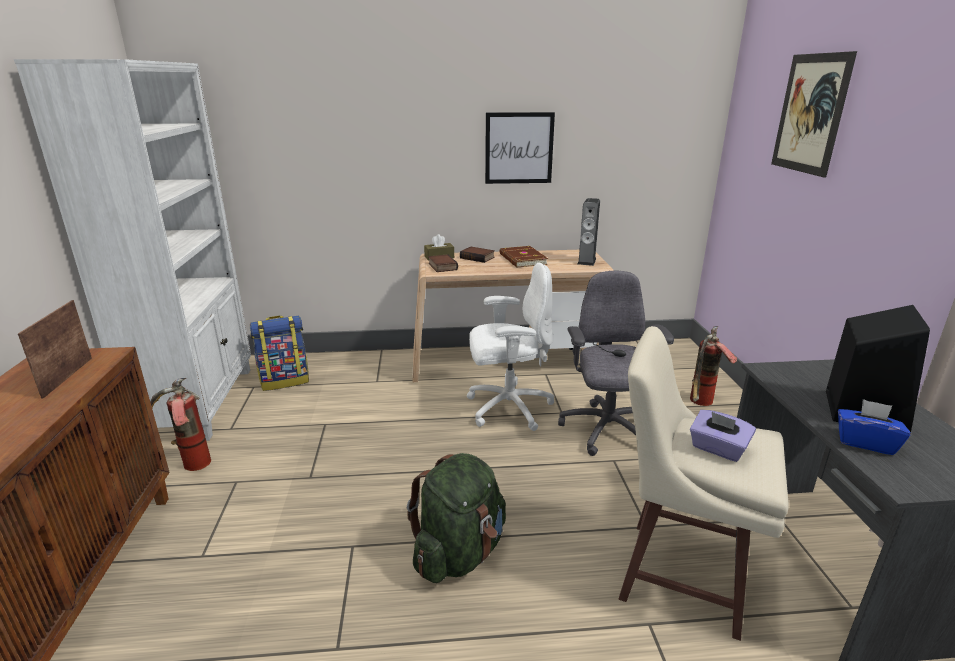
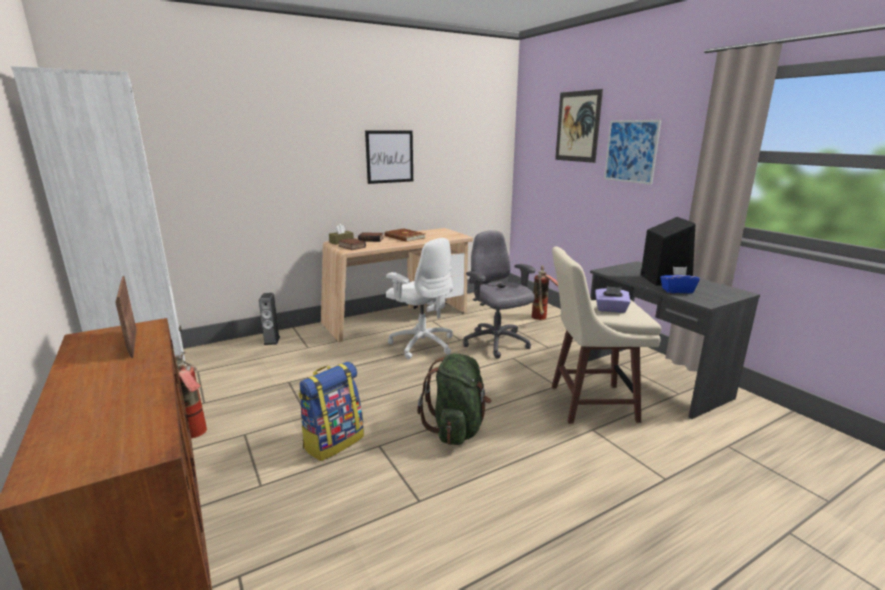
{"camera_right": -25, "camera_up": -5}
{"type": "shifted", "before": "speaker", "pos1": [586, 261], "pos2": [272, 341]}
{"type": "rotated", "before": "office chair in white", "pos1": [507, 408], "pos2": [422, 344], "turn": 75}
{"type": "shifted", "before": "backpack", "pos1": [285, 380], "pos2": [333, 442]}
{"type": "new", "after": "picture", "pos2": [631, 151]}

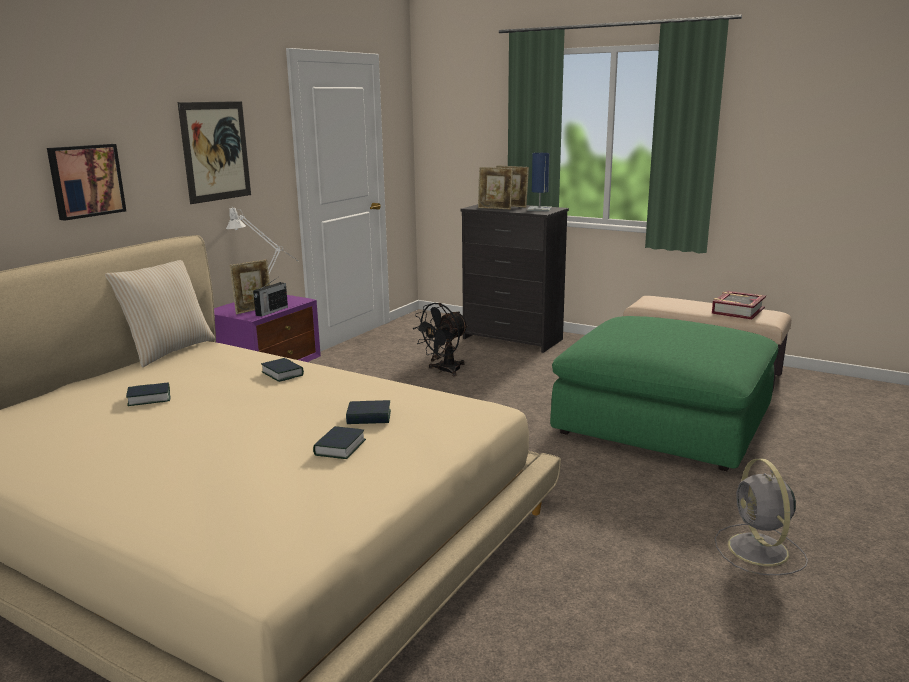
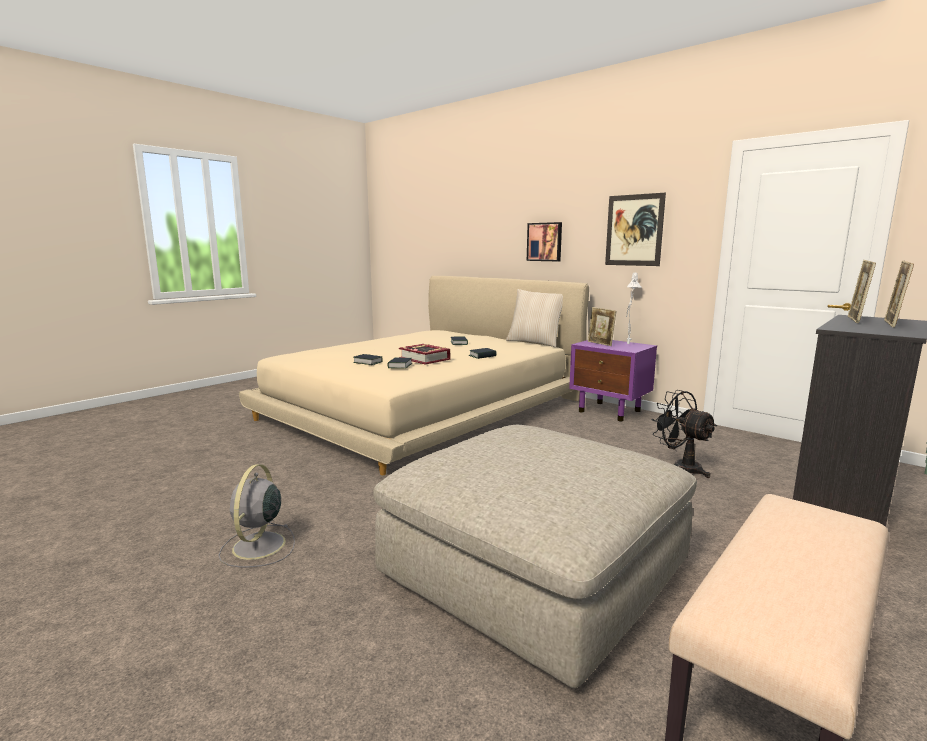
{"camera_right": 100, "camera_up": -5}
{"type": "gone", "before": "table lamp in blue", "pos1": [539, 209]}
{"type": "gone", "before": "radio", "pos1": [271, 311]}
{"type": "shifted", "before": "book", "pos1": [737, 310], "pos2": [425, 359]}
{"type": "repainted", "before": "ottoman in green", "after": "ottoman in beige", "pos1": [663, 421], "pos2": [535, 570]}
{"type": "rotated", "before": "fan in grey", "pos1": [759, 551], "pos2": [258, 547], "turn": -90}

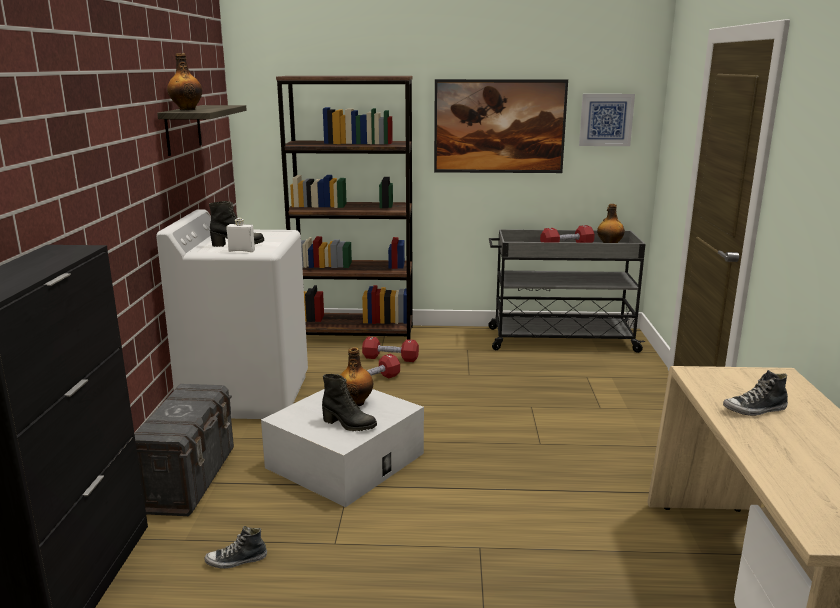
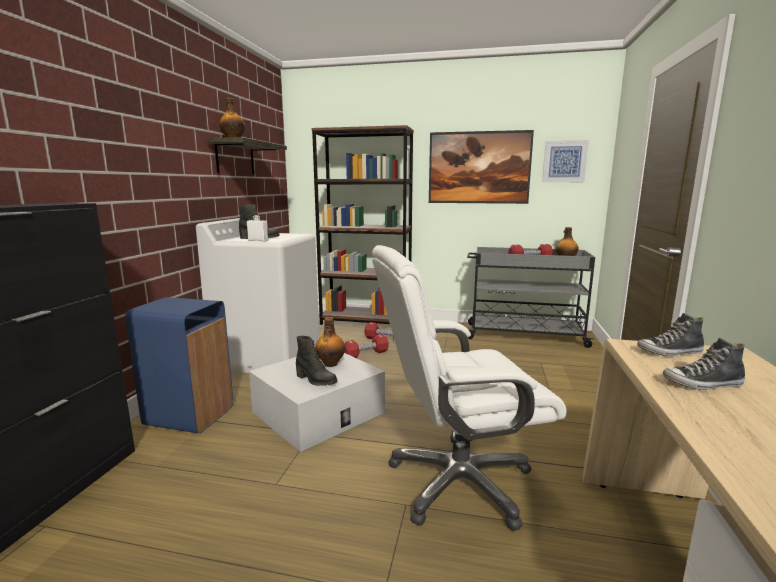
{"camera_right": 10, "camera_up": -5}
{"type": "swapped", "before": "storage box in grey", "after": "trash can in blue", "pos1": [188, 479], "pos2": [189, 415]}
{"type": "shifted", "before": "shoe", "pos1": [236, 560], "pos2": [670, 352]}
{"type": "new", "after": "office chair in white", "pos2": [458, 482]}

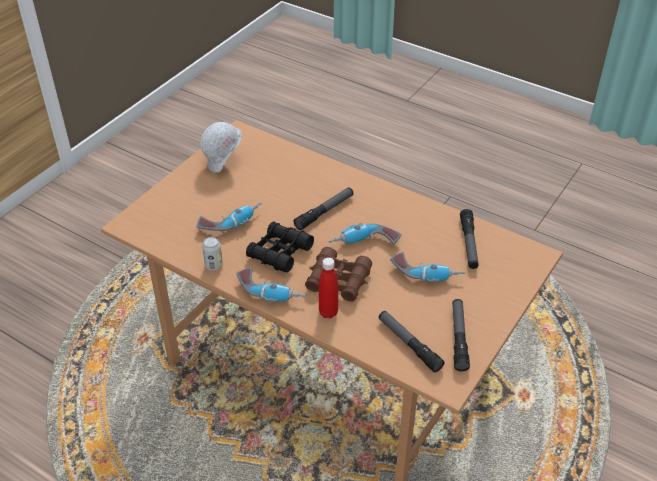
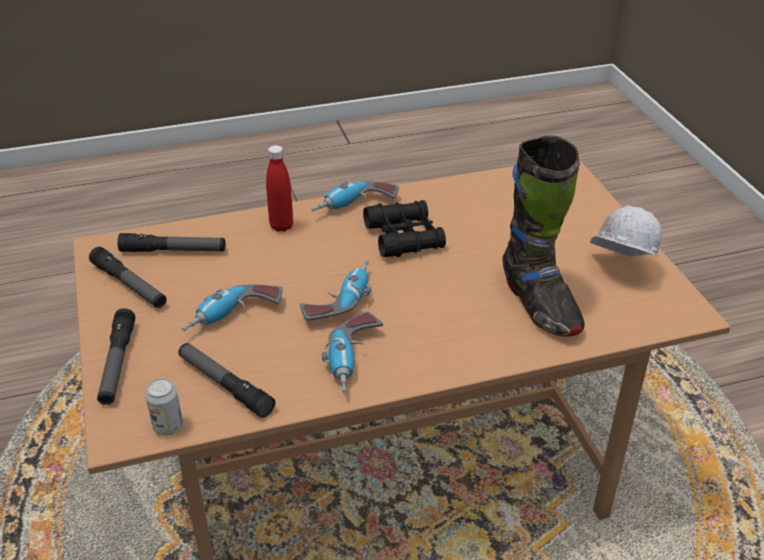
{"camera_right": 130, "camera_up": -5}
{"type": "shifted", "before": "flashlight", "pos1": [324, 212], "pos2": [117, 363]}
{"type": "shifted", "before": "power drill", "pos1": [230, 222], "pos2": [354, 361]}
{"type": "shifted", "before": "can", "pos1": [214, 265], "pos2": [168, 426]}
{"type": "gone", "before": "binoculars in brown", "pos1": [338, 280]}
{"type": "new", "after": "boot in black", "pos2": [539, 305]}

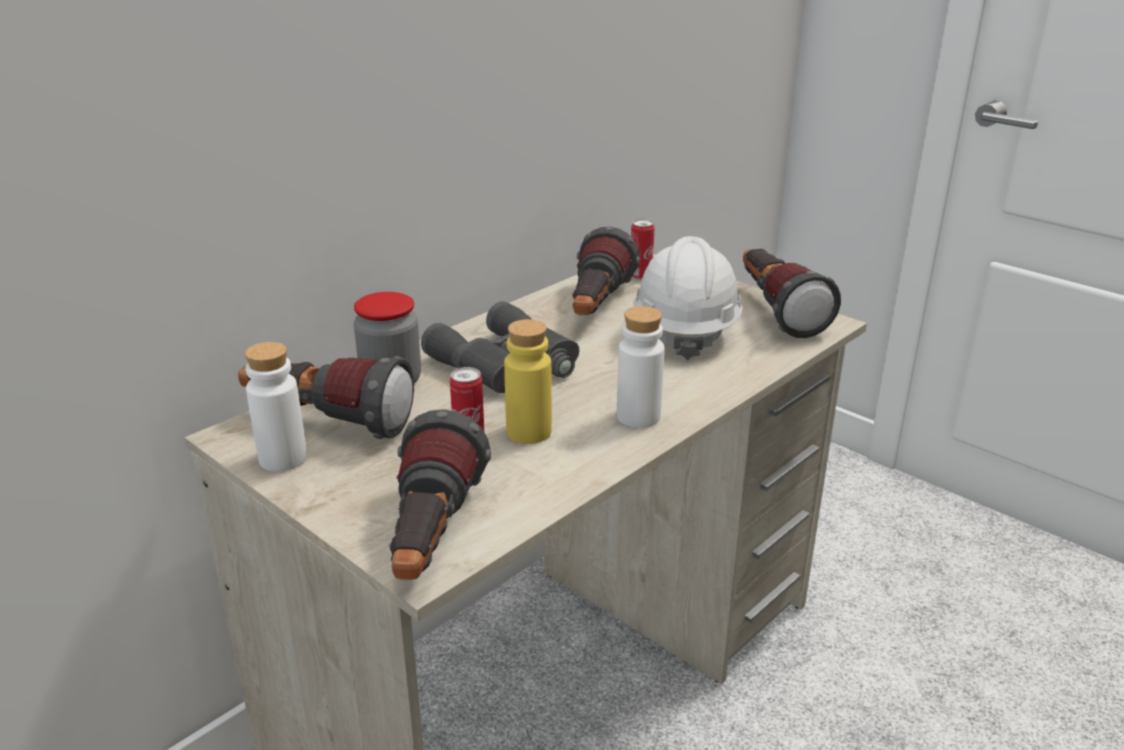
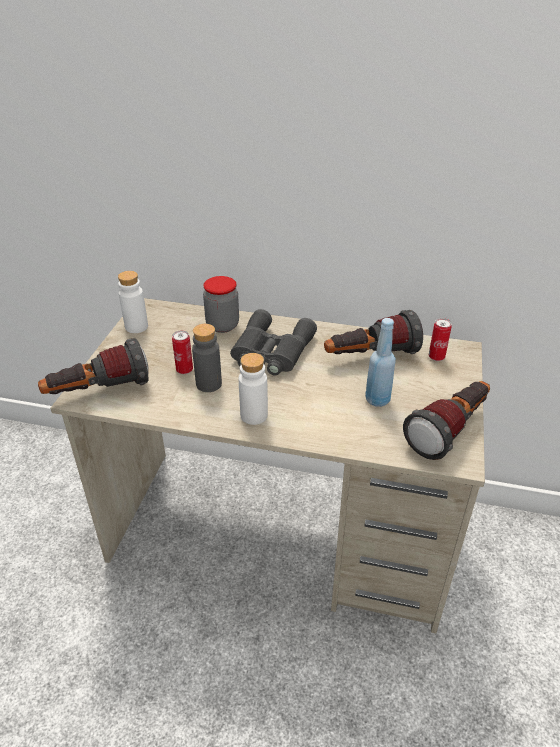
{"camera_right": 60, "camera_up": 10}
{"type": "swapped", "before": "hard hat in white", "after": "bottle in blue", "pos1": [685, 331], "pos2": [377, 399]}
{"type": "repainted", "before": "bottle in yellow", "after": "bottle in grey", "pos1": [529, 432], "pos2": [209, 384]}
{"type": "gone", "before": "flashlight", "pos1": [327, 422]}

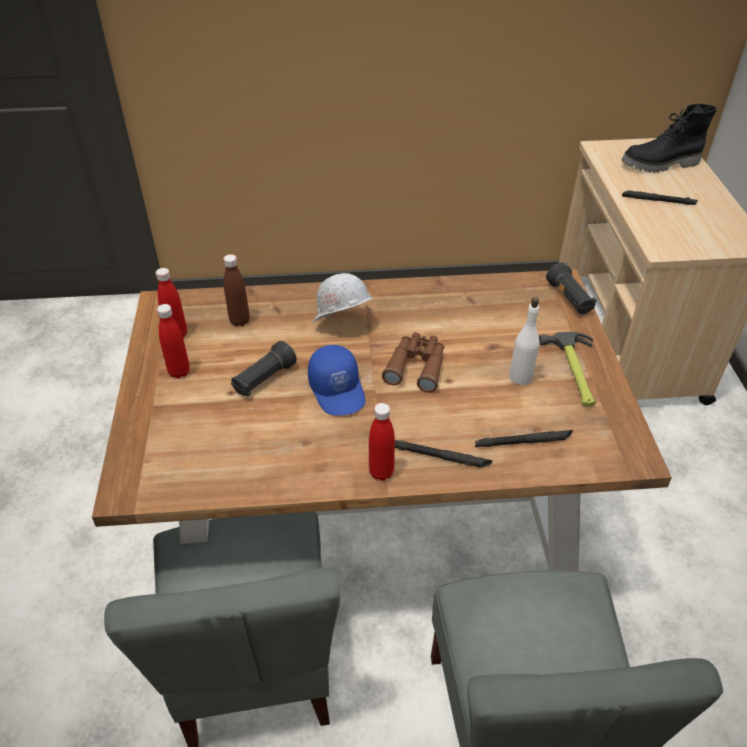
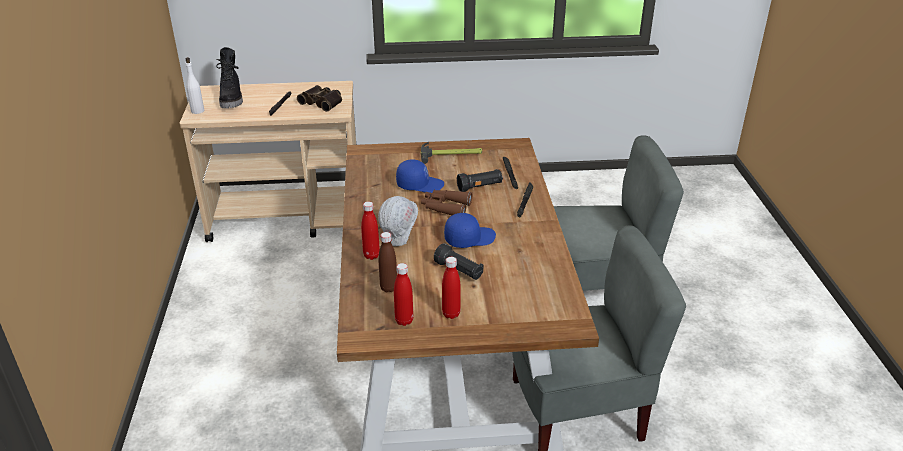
{"camera_right": -90, "camera_up": -10}
{"type": "shifted", "before": "flashlight in black", "pos1": [569, 299], "pos2": [480, 187]}
{"type": "shifted", "before": "bottle in white", "pos1": [520, 377], "pos2": [197, 111]}
{"type": "shifted", "before": "bottle in red", "pos1": [381, 472], "pos2": [371, 255]}
{"type": "new", "after": "binoculars", "pos2": [323, 102]}
{"type": "new", "after": "cap in blue", "pos2": [420, 184]}

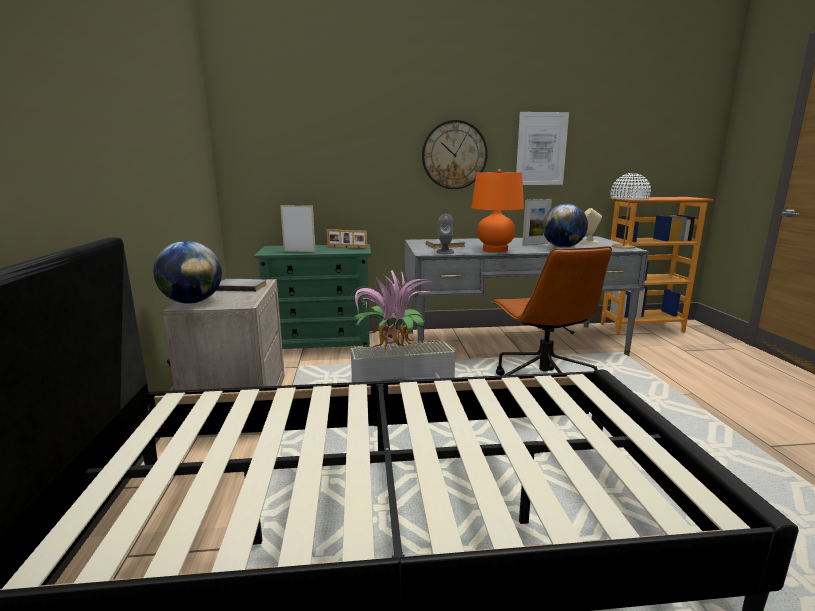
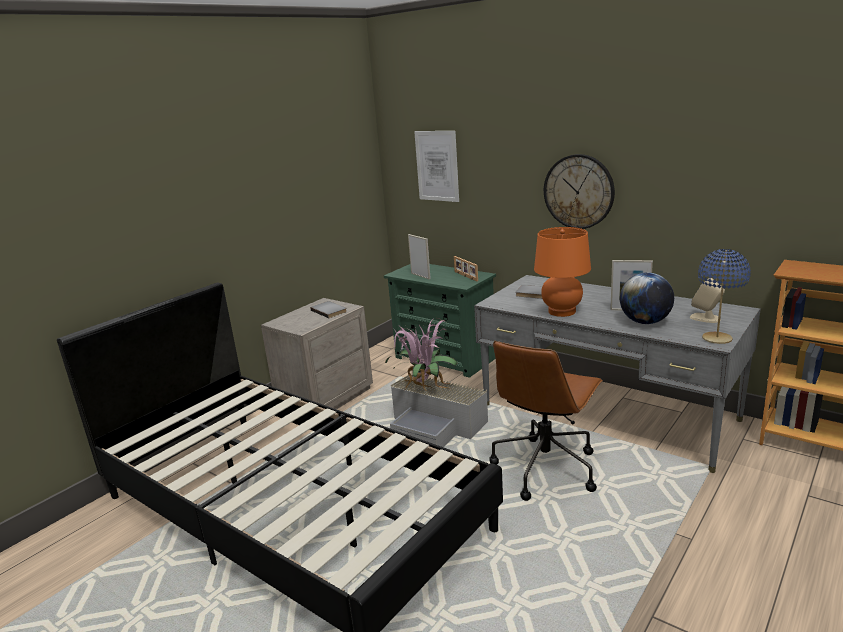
{"camera_right": 45, "camera_up": 5}
{"type": "shifted", "before": "picture", "pos1": [541, 149], "pos2": [437, 166]}
{"type": "repainted", "before": "table lamp in white", "after": "table lamp in blue", "pos1": [623, 247], "pos2": [717, 339]}
{"type": "gone", "before": "speaker in grey", "pos1": [445, 252]}
{"type": "gone", "before": "globe", "pos1": [192, 302]}

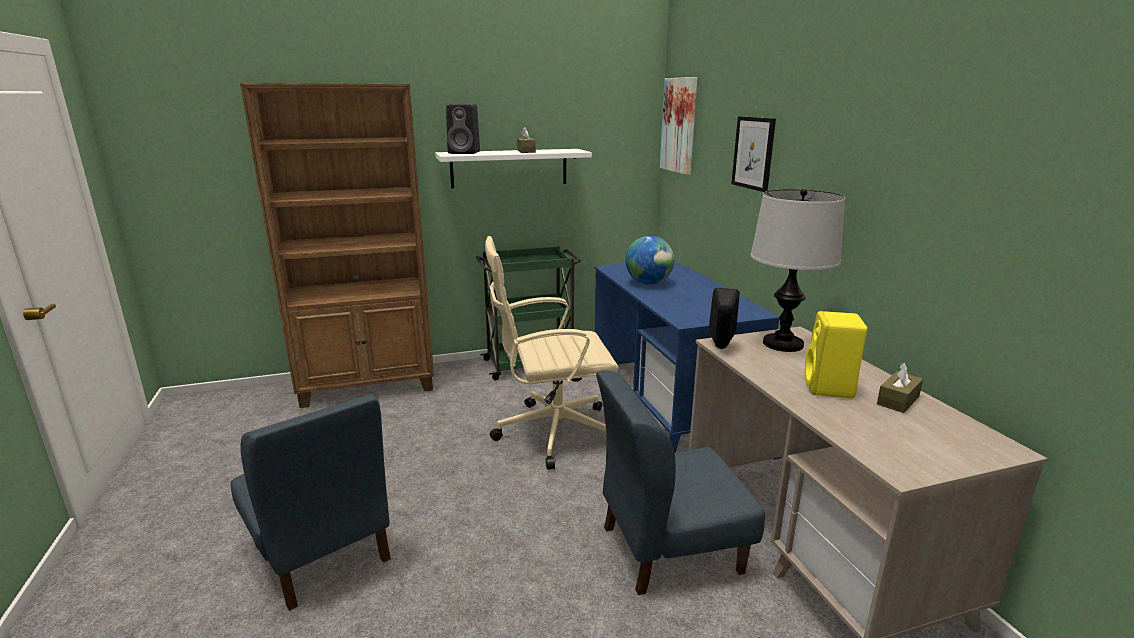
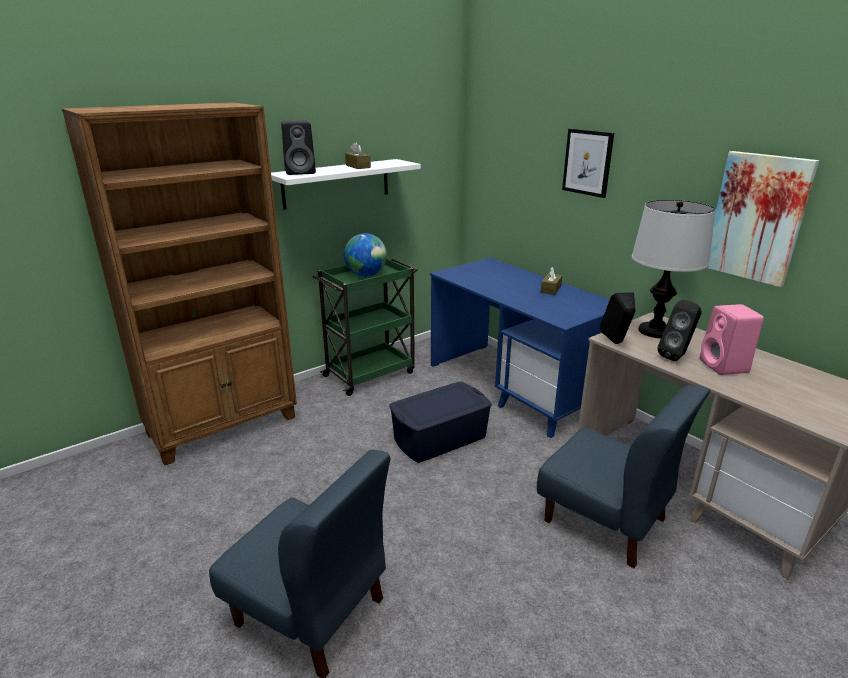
{"camera_right": -20, "camera_up": 5}
{"type": "shifted", "before": "picture", "pos1": [679, 125], "pos2": [757, 218]}
{"type": "swapped", "before": "office chair in beige", "after": "storage box in blue", "pos1": [552, 432], "pos2": [439, 437]}
{"type": "shifted", "before": "globe", "pos1": [648, 283], "pos2": [366, 275]}
{"type": "repainted", "before": "speaker in yellow", "after": "speaker in pink", "pos1": [829, 388], "pos2": [725, 367]}
{"type": "shifted", "before": "tissue box in brown", "pos1": [898, 400], "pos2": [551, 289]}
{"type": "rotated", "before": "chair in blue", "pos1": [669, 548], "pos2": [605, 520], "turn": -105}
{"type": "new", "after": "speaker in black", "pos2": [677, 356]}

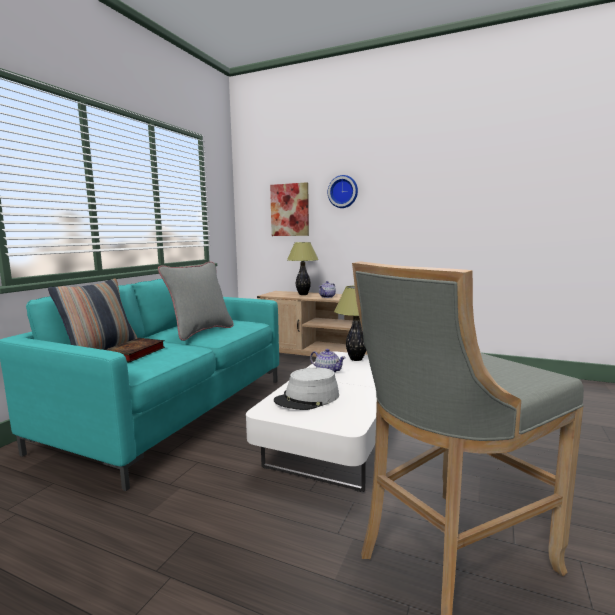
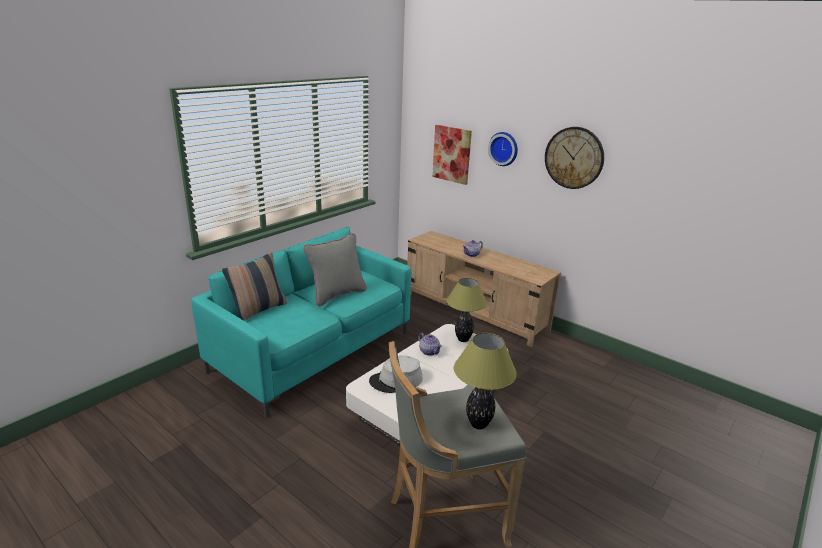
{"camera_right": 15, "camera_up": 15}
{"type": "shifted", "before": "table lamp", "pos1": [303, 294], "pos2": [478, 424]}
{"type": "gone", "before": "book", "pos1": [134, 353]}
{"type": "new", "after": "wall clock", "pos2": [574, 158]}

